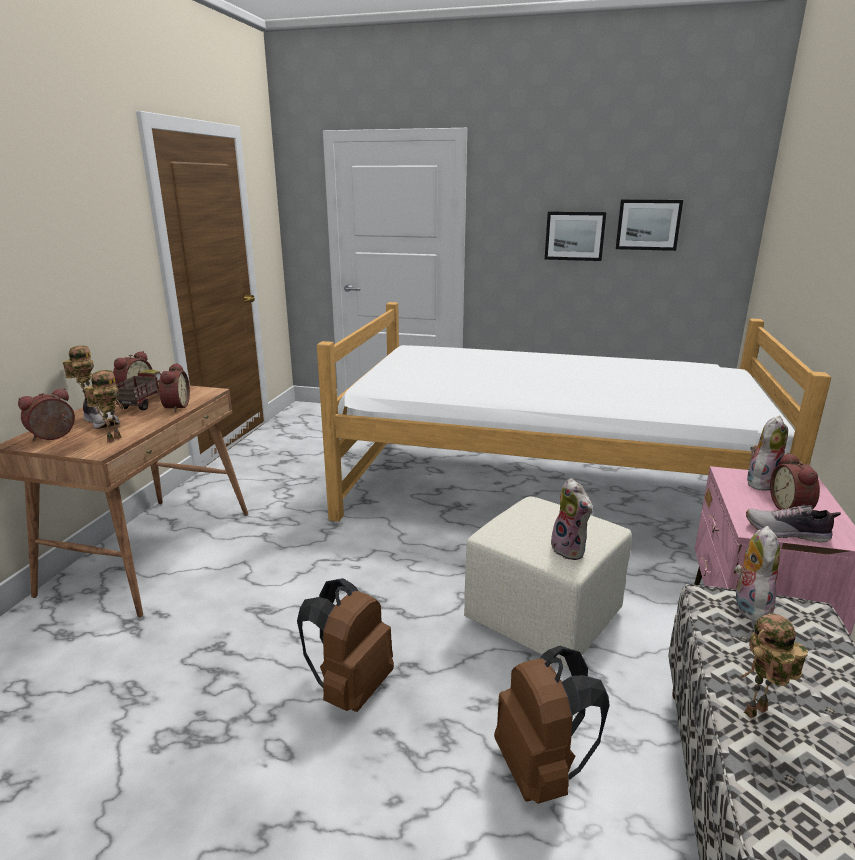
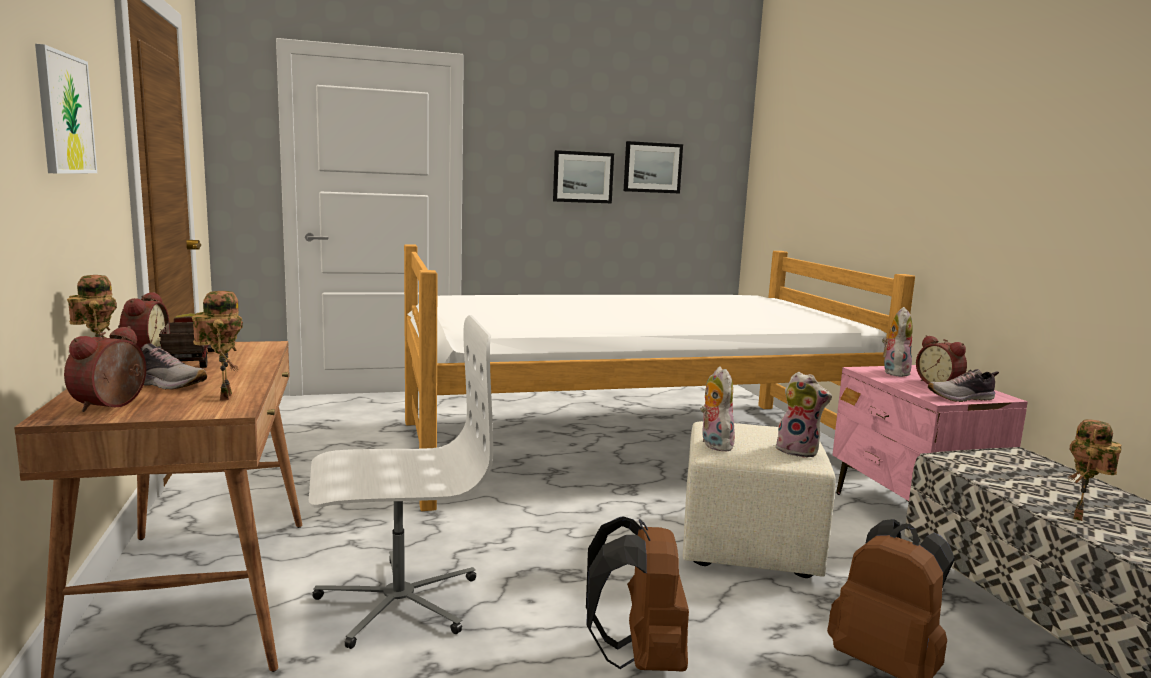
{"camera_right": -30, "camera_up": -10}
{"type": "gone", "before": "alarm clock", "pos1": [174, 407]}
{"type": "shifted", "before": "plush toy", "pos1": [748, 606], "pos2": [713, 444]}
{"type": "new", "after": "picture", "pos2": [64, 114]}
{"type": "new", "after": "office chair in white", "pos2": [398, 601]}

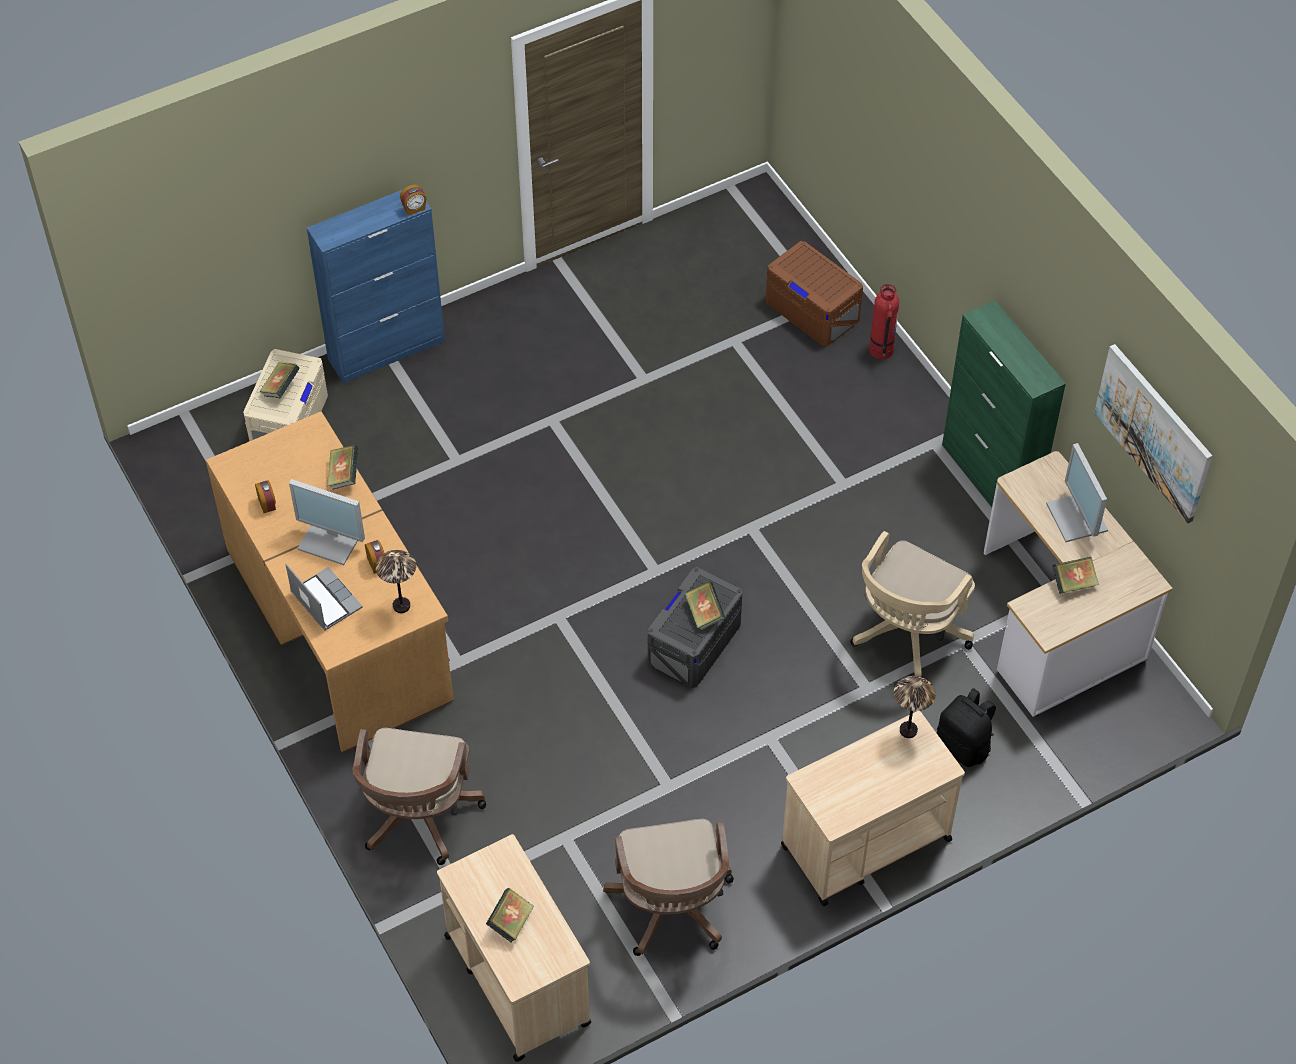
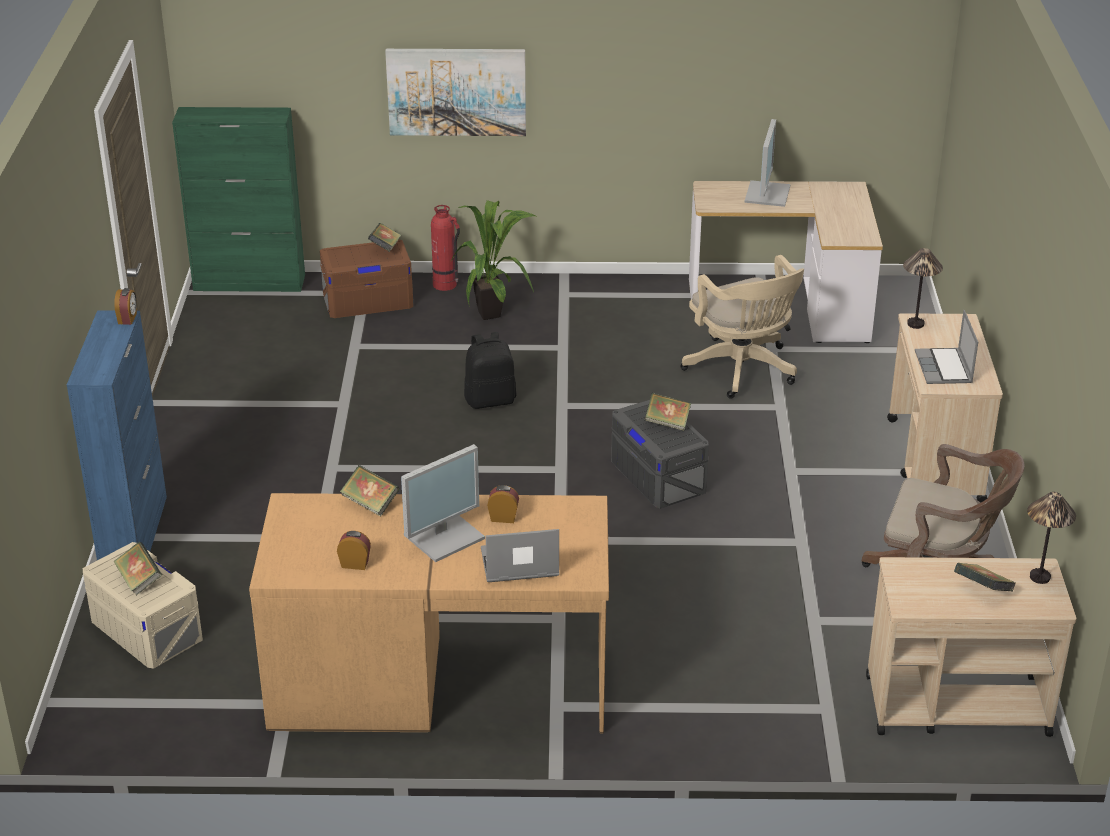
{"camera_right": -60, "camera_up": -20}
{"type": "shifted", "before": "cabinet in green", "pos1": [989, 478], "pos2": [250, 283]}
{"type": "shifted", "before": "picture", "pos1": [1154, 432], "pos2": [456, 91]}
{"type": "rotated", "before": "monitor", "pos1": [1078, 518], "pos2": [766, 193], "turn": -90}
{"type": "shifted", "before": "table lamp", "pos1": [401, 605], "pos2": [1039, 577]}
{"type": "shifted", "before": "book", "pos1": [1073, 583], "pos2": [385, 248]}
{"type": "shifted", "before": "backpack in black", "pos1": [964, 746], "pos2": [490, 400]}
{"type": "gone", "before": "office chair in brown", "pos1": [418, 818]}
{"type": "new", "after": "potted plant", "pos2": [494, 314]}
{"type": "new", "after": "laptop", "pos2": [944, 368]}

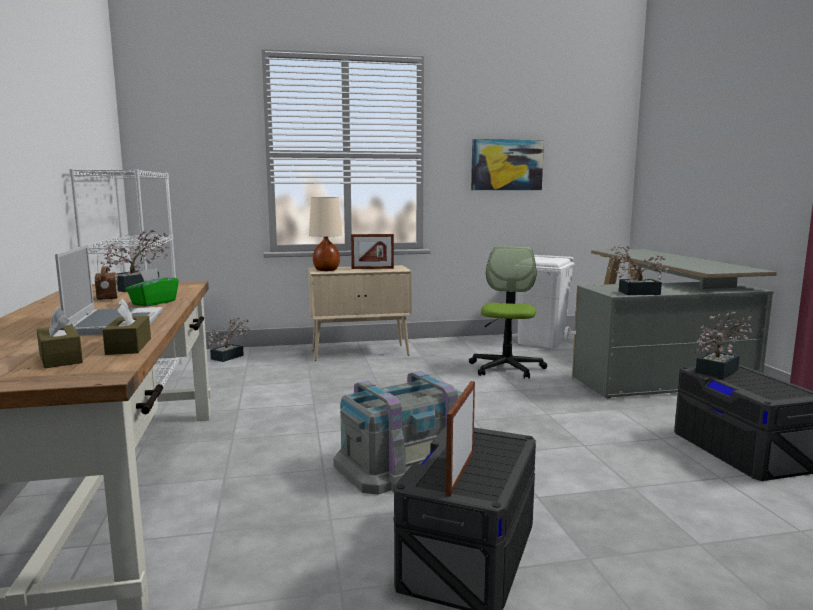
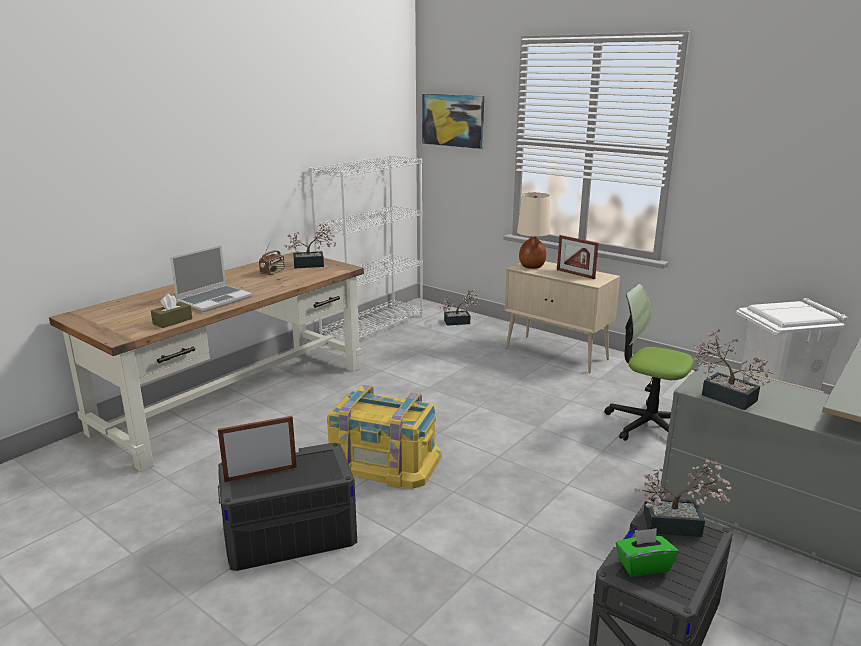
{"camera_right": 50, "camera_up": 10}
{"type": "shifted", "before": "picture", "pos1": [506, 165], "pos2": [453, 120]}
{"type": "rotated", "before": "office chair", "pos1": [506, 368], "pos2": [647, 424], "turn": -120}
{"type": "shifted", "before": "tissue box in green", "pos1": [153, 303], "pos2": [643, 565]}
{"type": "gone", "before": "tissue box in brown", "pos1": [60, 358]}
{"type": "repainted", "before": "storage box in grey", "after": "storage box in yellow", "pos1": [404, 462], "pos2": [383, 460]}

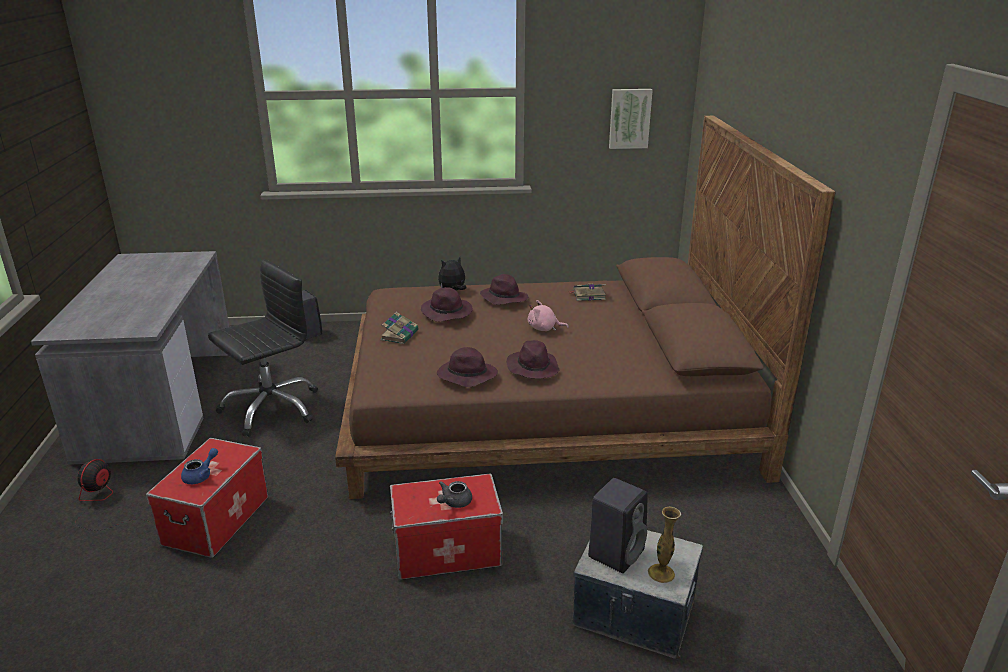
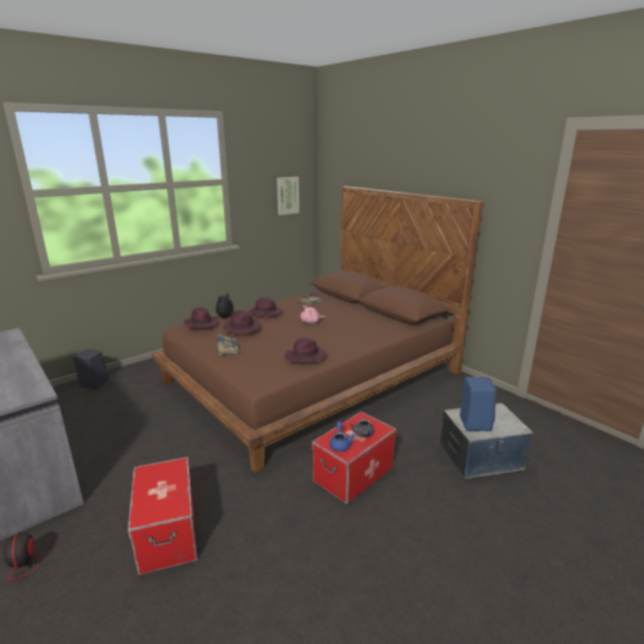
{"camera_right": -35, "camera_up": -5}
{"type": "gone", "before": "office chair in black", "pos1": [271, 408]}
{"type": "shifted", "before": "hat in purple", "pos1": [532, 368], "pos2": [201, 324]}
{"type": "shifted", "before": "teapot in blue", "pos1": [201, 475], "pos2": [340, 444]}
{"type": "repainted", "before": "speaker in black", "after": "speaker in blue", "pos1": [616, 552], "pos2": [474, 422]}
{"type": "gone", "before": "vase", "pos1": [661, 573]}

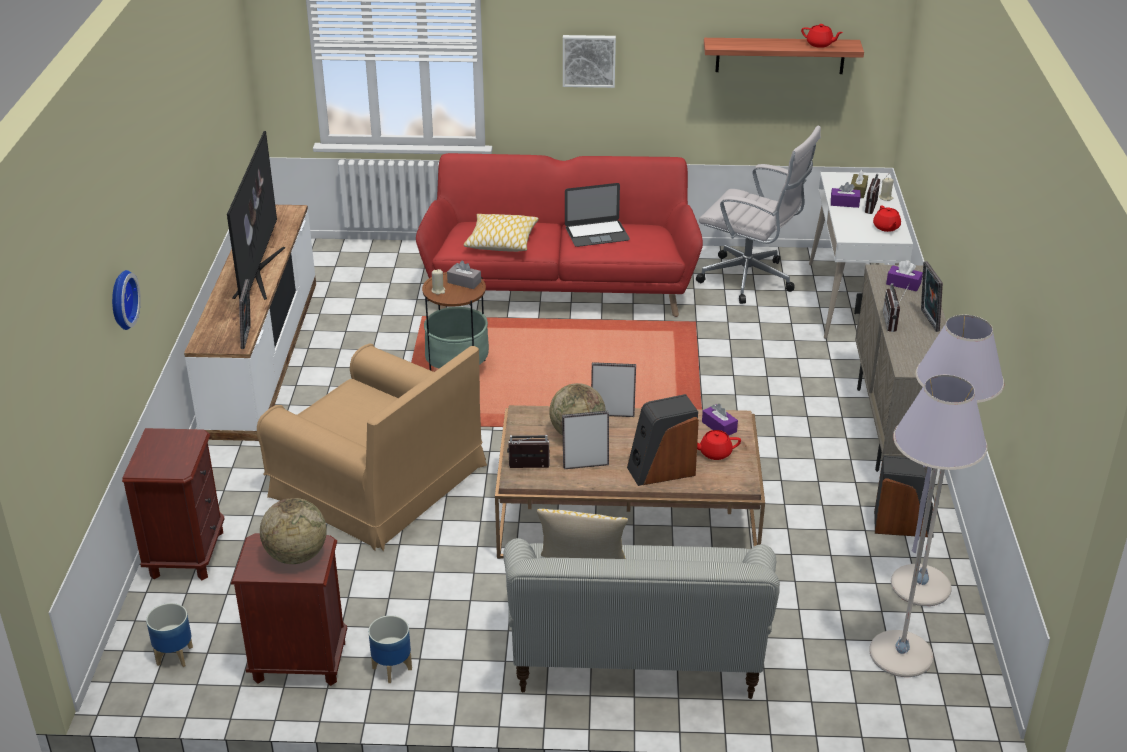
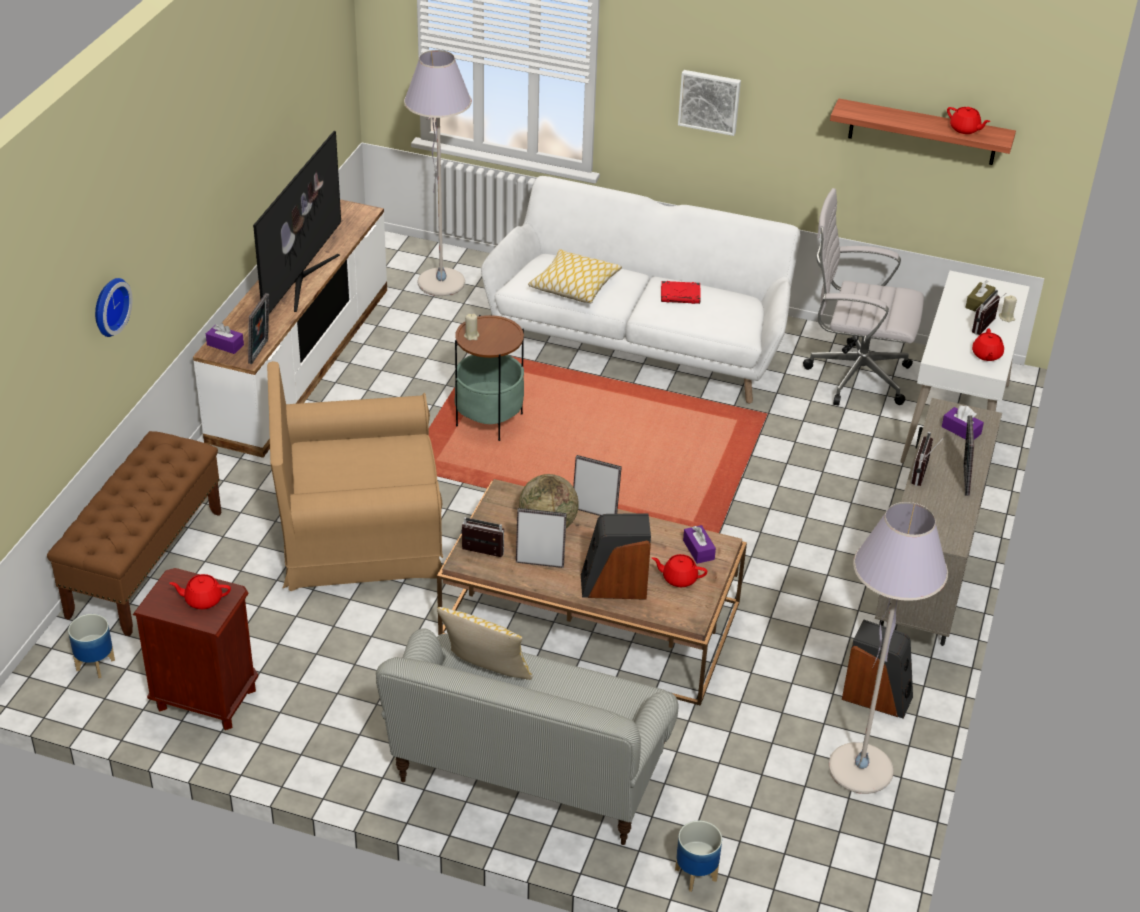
{"camera_right": 15, "camera_up": 5}
{"type": "rotated", "before": "office chair in white", "pos1": [751, 280], "pos2": [853, 376], "turn": 150}
{"type": "repainted", "before": "sofa in red", "after": "sofa in white", "pos1": [560, 286], "pos2": [641, 342]}
{"type": "shifted", "before": "tissue box in purple", "pos1": [844, 203], "pos2": [225, 345]}
{"type": "swapped", "before": "laptop", "after": "book in red", "pos1": [597, 233], "pos2": [680, 295]}
{"type": "gone", "before": "tissue box in grey", "pos1": [464, 282]}
{"type": "rotated", "before": "armchair in brown", "pos1": [379, 480], "pos2": [359, 526], "turn": 120}
{"type": "shifted", "before": "floor lamp in grey", "pos1": [900, 655], "pos2": [441, 283]}
{"type": "swapped", "before": "nightstand in brown", "after": "bench in brown", "pos1": [186, 554], "pos2": [145, 563]}
{"type": "swapped", "before": "globe", "after": "teapot in red", "pos1": [296, 555], "pos2": [203, 600]}
{"type": "shifted", "before": "planter", "pos1": [391, 669], "pos2": [695, 875]}

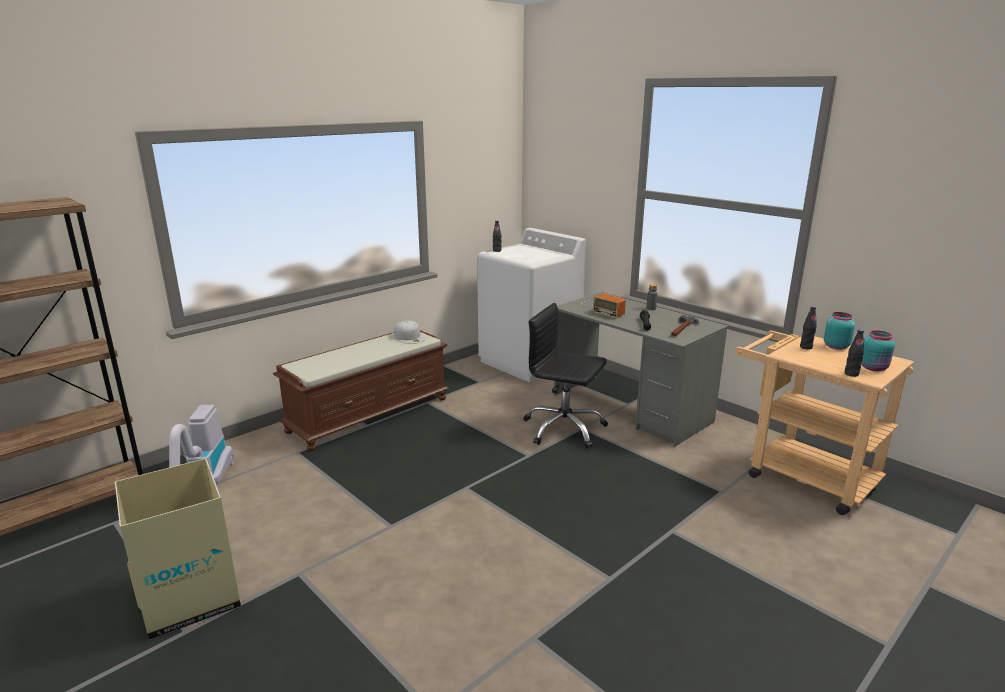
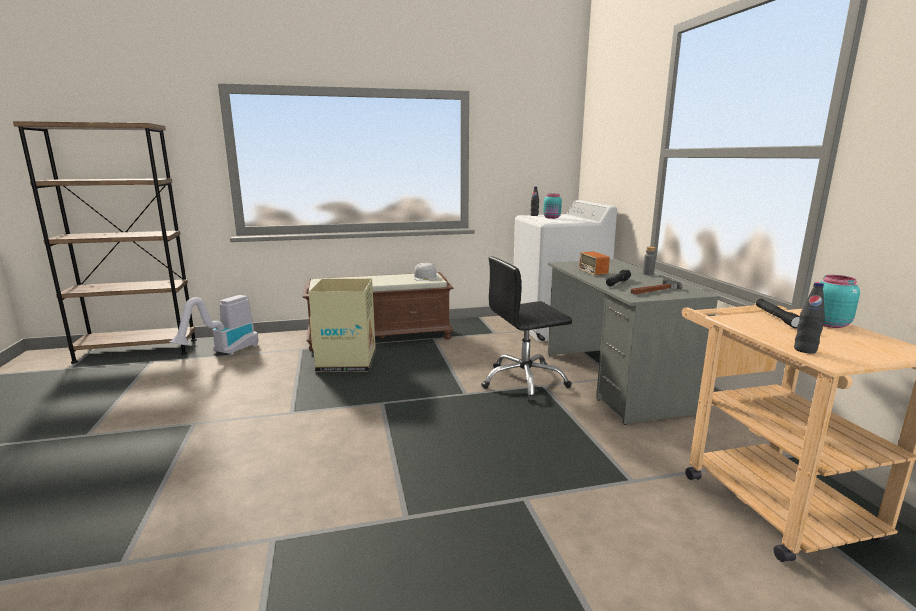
{"camera_right": 30, "camera_up": -5}
{"type": "rotated", "before": "office chair in black", "pos1": [564, 429], "pos2": [524, 381], "turn": -75}
{"type": "swapped", "before": "bottle in black", "after": "flashlight in black", "pos1": [806, 347], "pos2": [776, 317]}
{"type": "shifted", "before": "jar in turquoise", "pos1": [874, 368], "pos2": [552, 218]}
{"type": "shifted", "before": "cardboard box", "pos1": [190, 596], "pos2": [347, 361]}

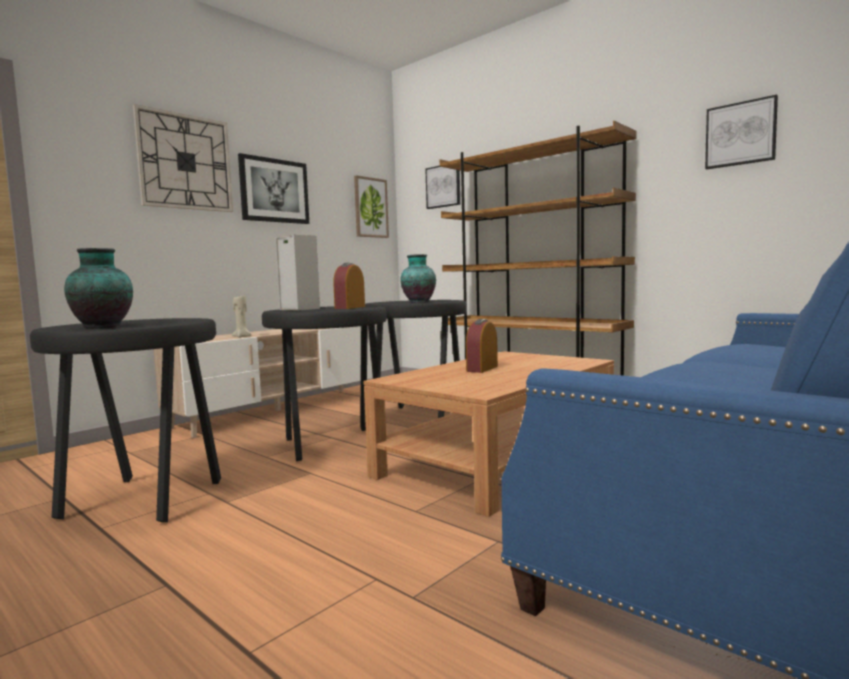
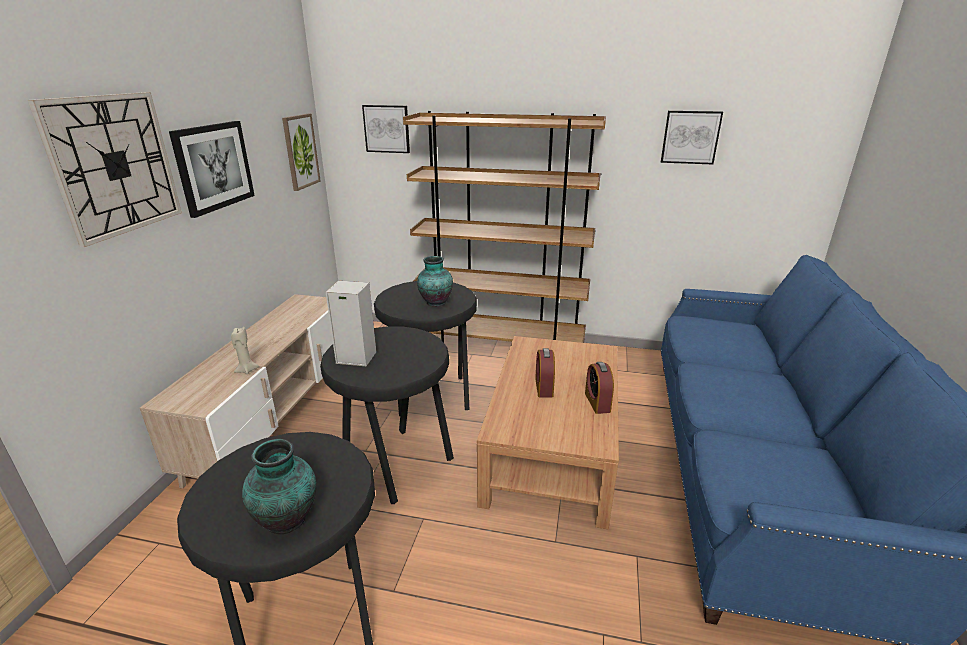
{"camera_right": -30, "camera_up": 20}
{"type": "shifted", "before": "alarm clock", "pos1": [350, 307], "pos2": [597, 402]}

